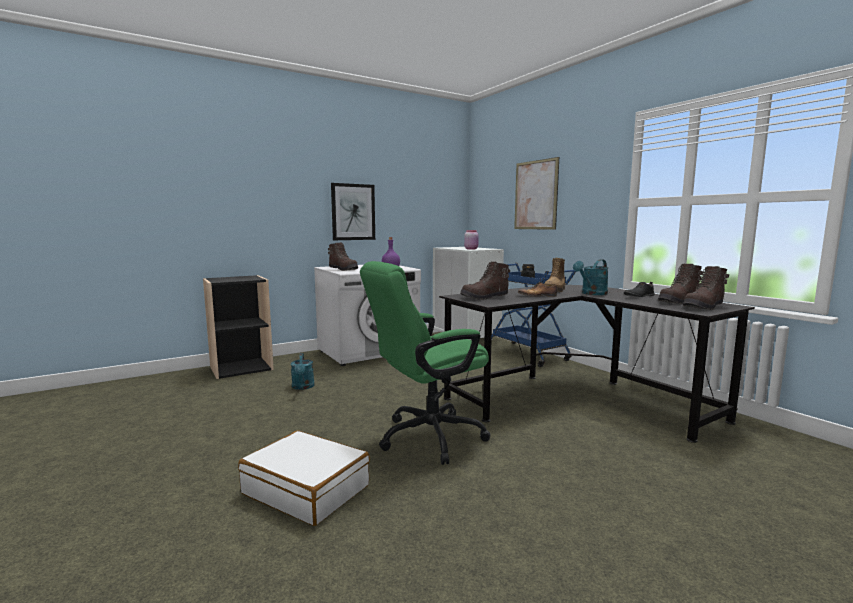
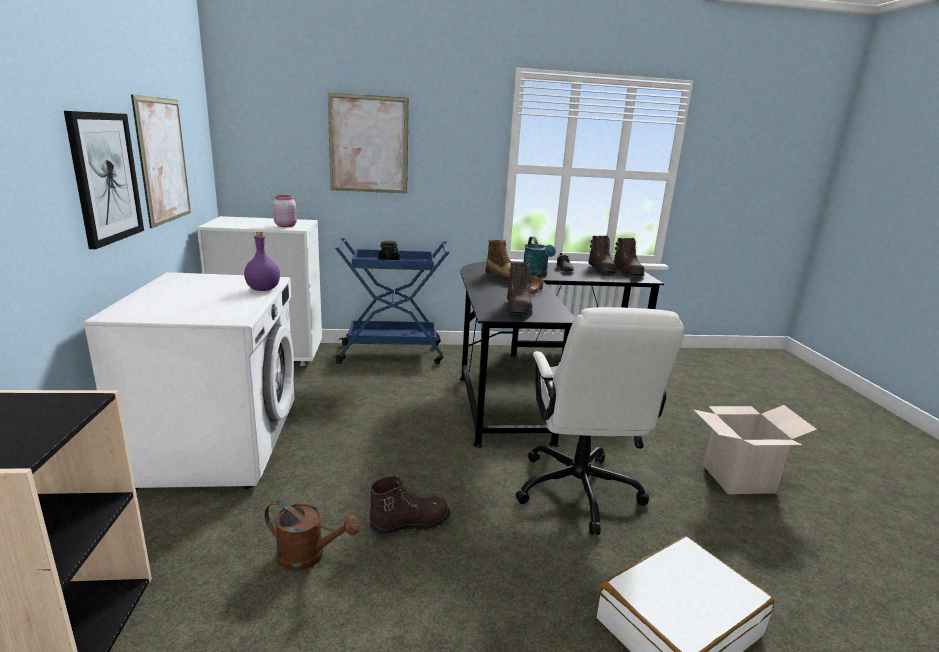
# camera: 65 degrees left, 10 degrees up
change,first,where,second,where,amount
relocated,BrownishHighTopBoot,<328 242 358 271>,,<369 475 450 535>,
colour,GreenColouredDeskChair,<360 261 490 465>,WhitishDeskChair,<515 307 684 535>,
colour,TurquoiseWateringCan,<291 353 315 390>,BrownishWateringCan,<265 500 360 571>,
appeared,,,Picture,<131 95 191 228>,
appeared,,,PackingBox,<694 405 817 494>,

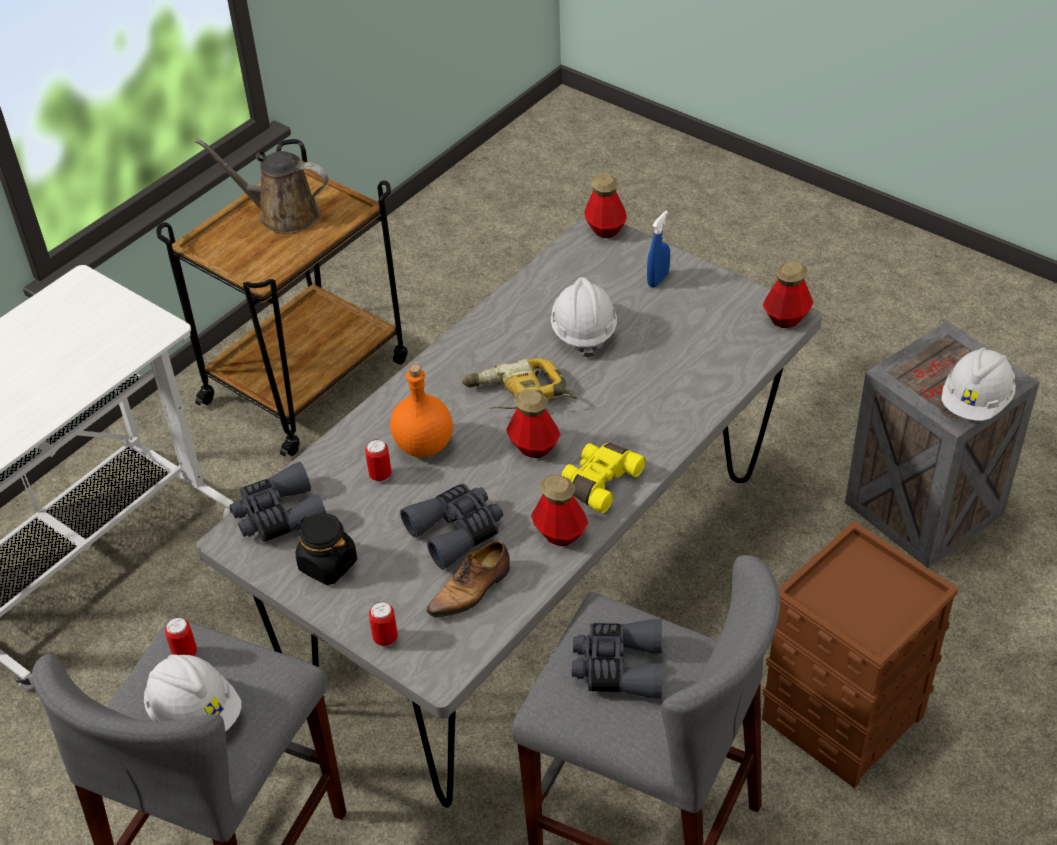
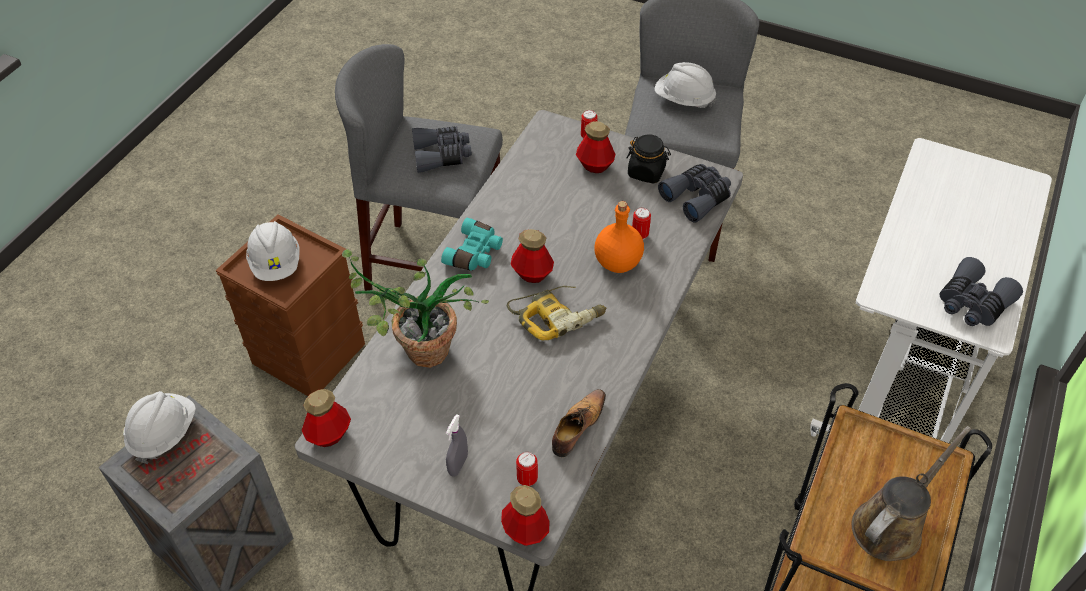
# camera: 165 degrees right, 5 degrees up
change,first,where,second,where,amount
spun,BrownishWateringCan,<195 138 328 234>,,<852 426 971 561>,45 degrees counterclockwise
colour,BlueColouredHandSprayer,<647 211 670 288>,GreyHandSprayer,<446 414 468 477>,
relocated,WhitishHardHat,<551 277 617 358>,,<246 221 300 281>,
colour,YellowishPairOfBinoculars,<561 443 646 513>,TurquoisePairOfBinoculars,<441 218 503 271>,
relocated,Bottle,<531 475 588 546>,,<576 121 615 173>,
relocated,GreyPairOfBinoculars,<400 484 503 569>,,<939 257 1023 326>,
relocated,LowShoe,<426 541 510 622>,,<552 389 606 457>,
relocated,SealedCan,<165 617 197 656>,,<516 452 538 486>,
appeared,,,Houseplant,<342 249 489 368>,

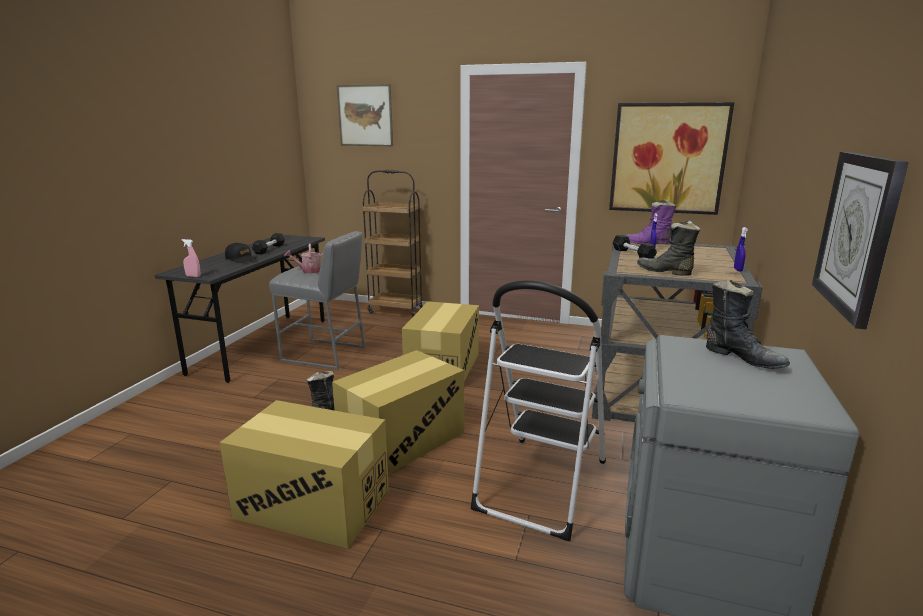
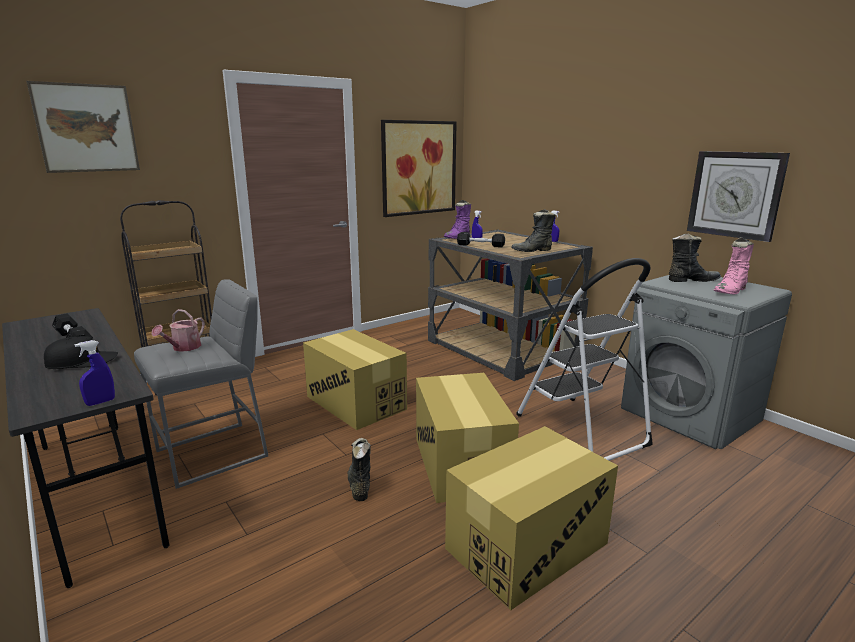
# camera: 55 degrees left, 0 degrees up
change,first,where,second,where,amount
colour,PinkColouredHandSprayer,<182 239 200 277>,BlueColouredHandSprayer,<75 340 115 406>,
appeared,,,PinkColouredHighTopBoot,<714 237 754 294>,

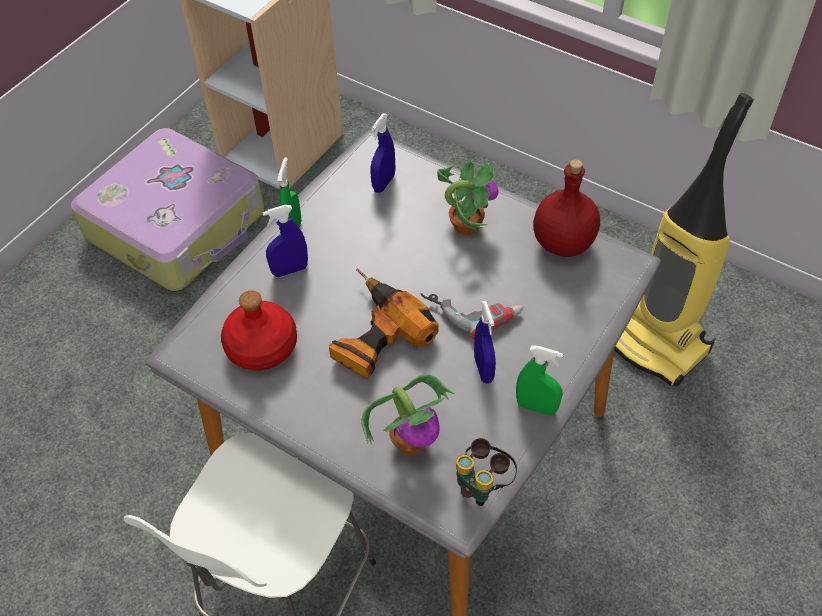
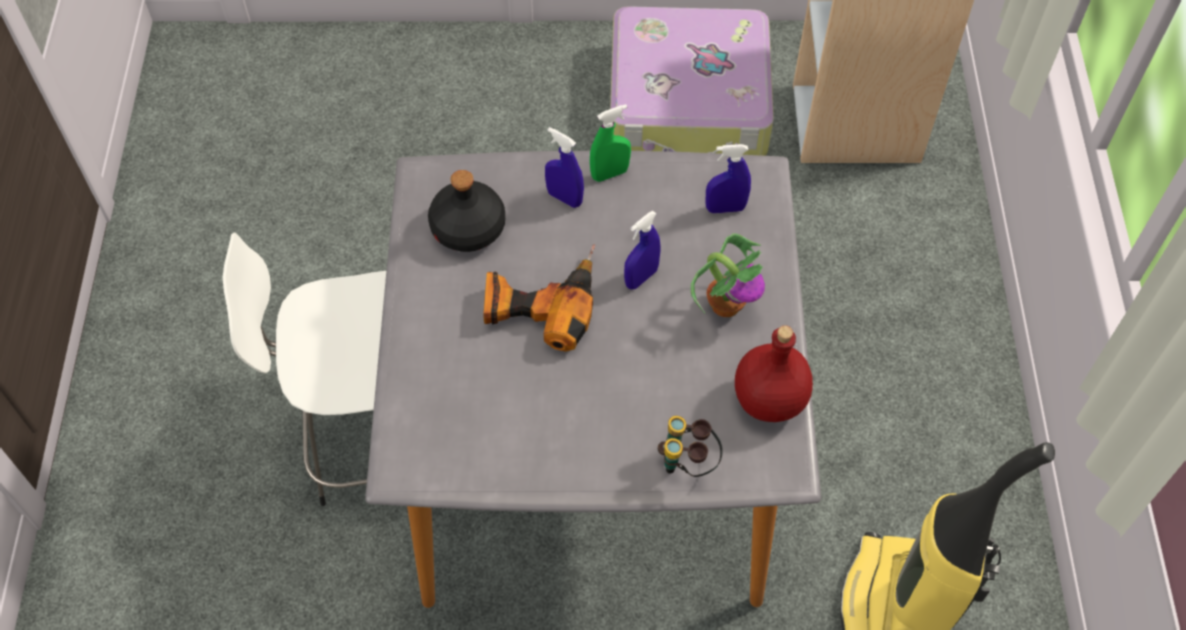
# camera: 55 degrees right, 5 degrees up
change,first,where,second,where,amount
colour,ReddishBottle,<221 290 297 370>,BlackColouredBottle,<428 170 505 252>,
missing,PowerDrill,<421 293 523 340>,,,
relocated,BlueColouredHandSprayer,<474 301 496 383>,,<624 211 661 290>,
missing,GreenColouredHandSprayer,<516 346 564 416>,,,
missing,Houseplant,<361 374 454 455>,,,
relocated,PairOfBinoculars,<456 438 517 506>,,<658 416 723 477>,

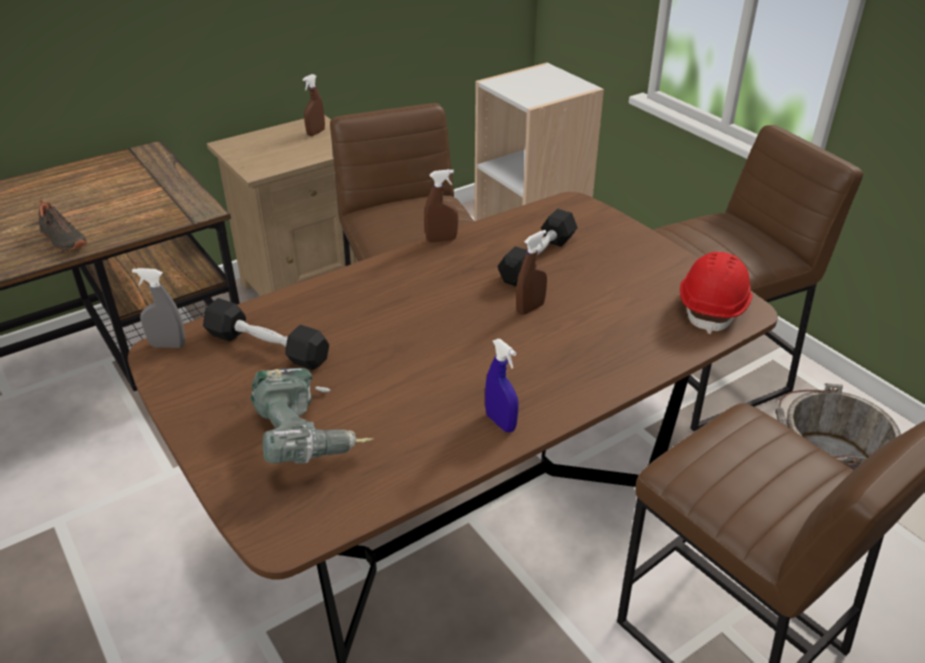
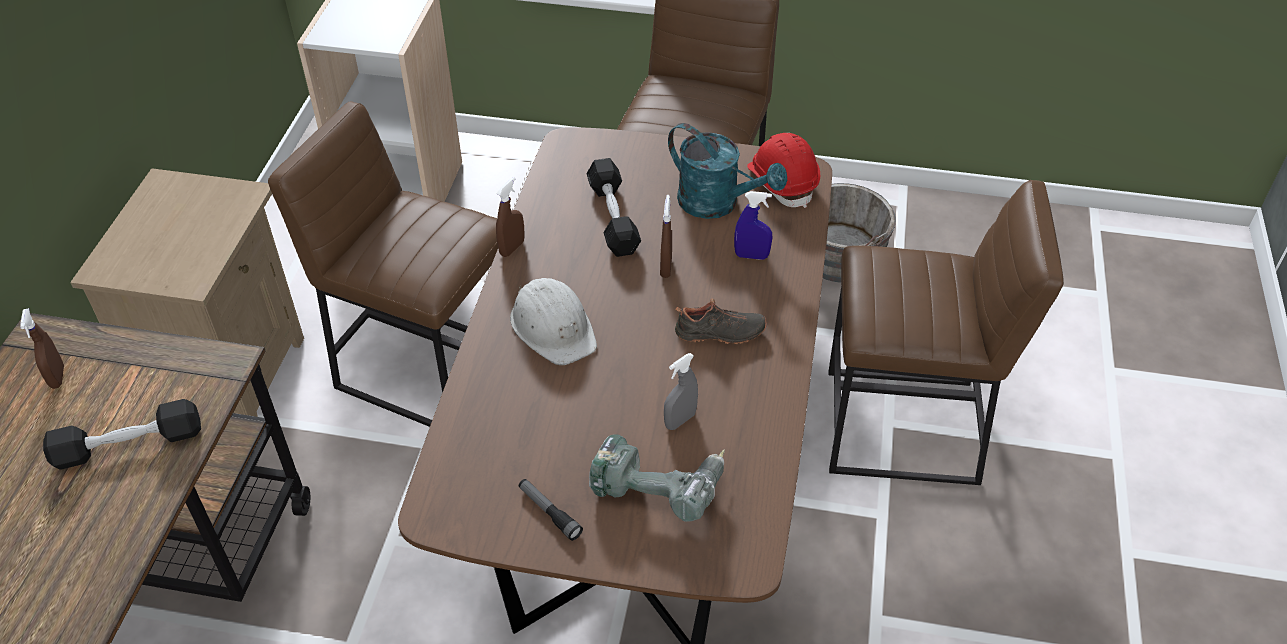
# camera: 45 degrees left, 10 degrees up
change,first,where,second,where,amount
relocated,BrownishHandSprayer,<302 74 325 136>,,<20 308 64 389>,
relocated,BlackColouredLowShoe,<38 200 87 252>,,<675 299 767 344>,
relocated,GreyHandSprayer,<132 268 185 348>,,<664 353 698 430>,
relocated,BlackColouredHandWeight,<203 298 329 370>,,<43 399 201 470>,
relocated,BlueColouredHandSprayer,<485 339 519 432>,,<734 191 772 260>,
appeared,,,TurquoiseWateringCan,<668 123 787 219>,
appeared,,,WhitishHardHat,<510 278 597 365>,
appeared,,,Flashlight,<519 479 583 541>,

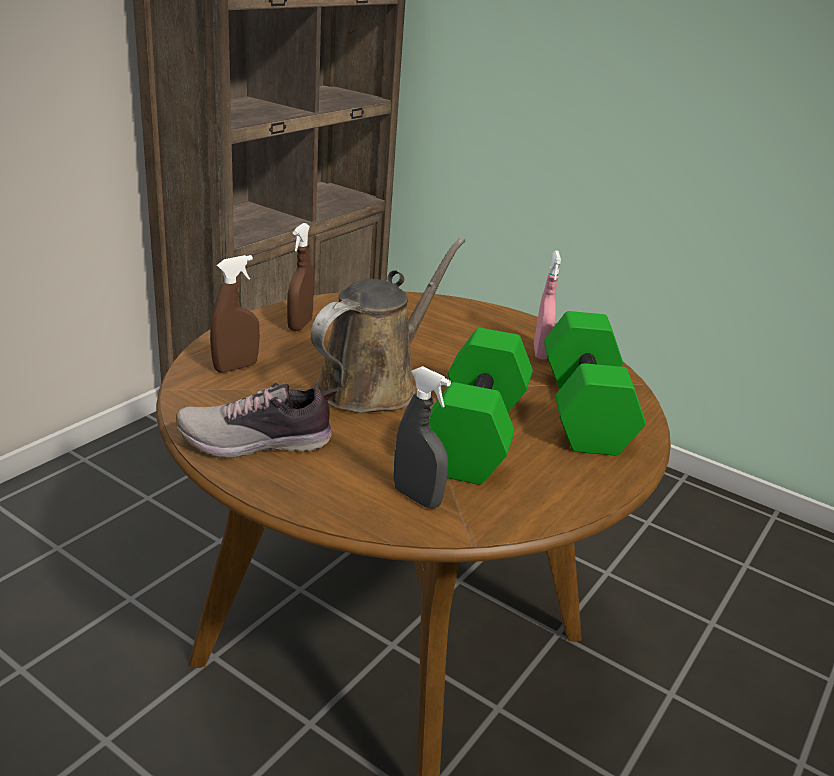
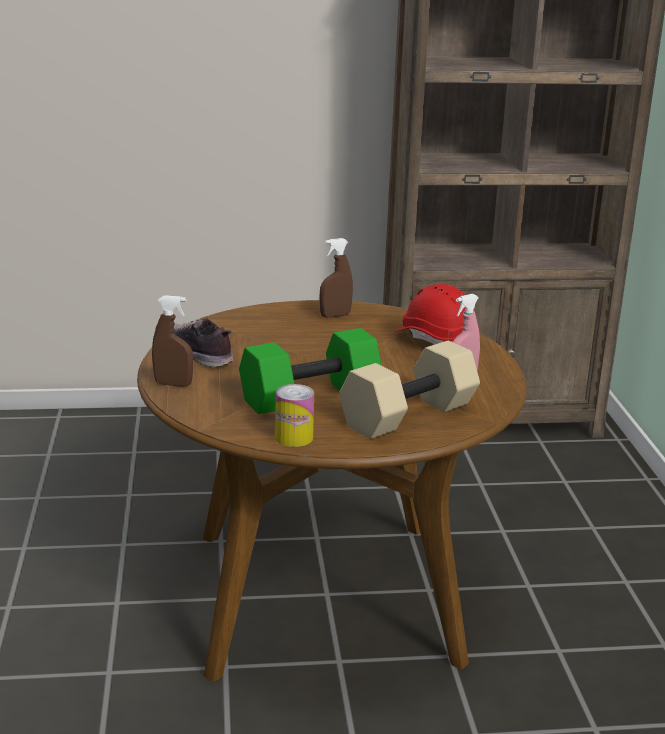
# camera: 50 degrees right, 5 degrees down
change,first,where,second,where,amount
missing,BrownishWateringCan,<311 238 465 413>,,,
relocated,BrownishHandSprayer,<210 255 260 373>,,<152 295 193 387>,
colour,GreenColouredHandWeight,<544 311 646 456>,BeigeHandWeight,<339 341 480 439>,
missing,GreyHandSprayer,<394 366 451 509>,,,
appeared,,,ReddishHardHat,<395 284 479 345>,
appeared,,,SealedCan,<275 384 314 447>,

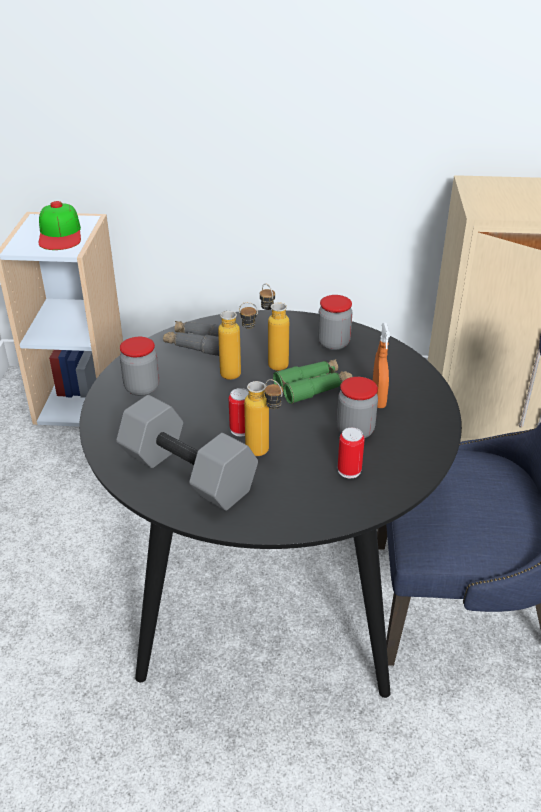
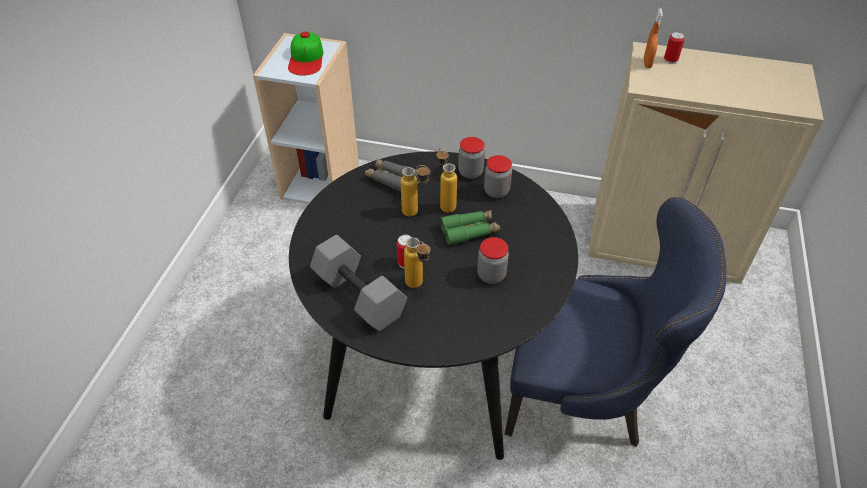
# camera: 10 degrees right, 10 degrees up
change,first,where,second,where,amount
relocated,OrangeyHandSprayer,<373 323 390 408>,,<644 8 663 68>,
relocated,Jar,<120 337 159 396>,,<458 137 485 179>,
relocated,SealedCan,<338 428 365 478>,,<664 32 685 64>,

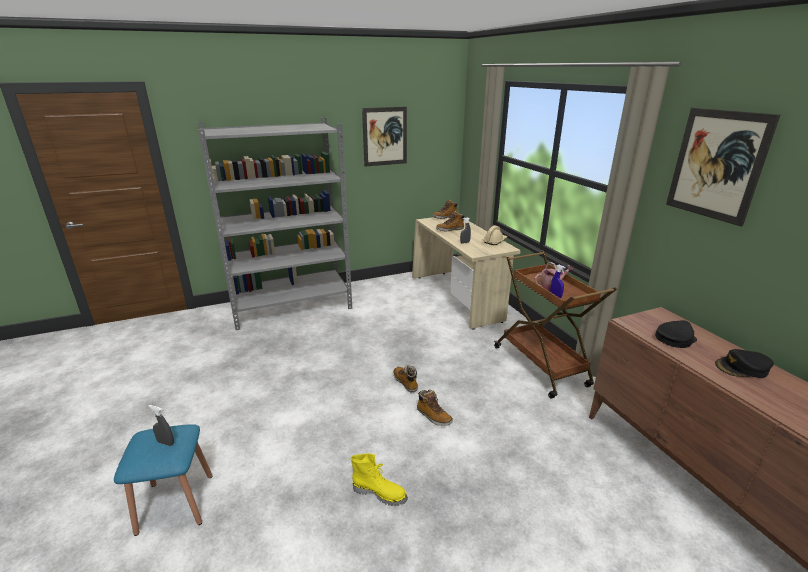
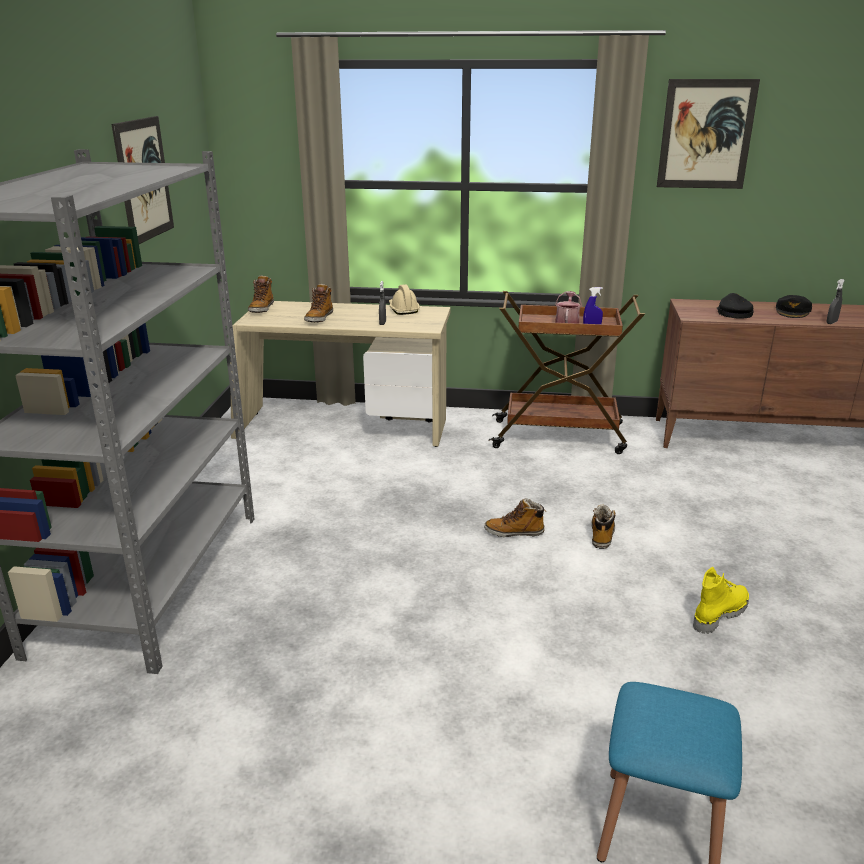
# camera: 60 degrees left, 0 degrees up
change,first,where,second,where,amount
spun,HighTopBoot,<417 389 453 426>,,<591 504 615 549>,60 degrees counterclockwise
relocated,GreyHandSprayer,<148 405 174 446>,,<826 279 845 324>,

